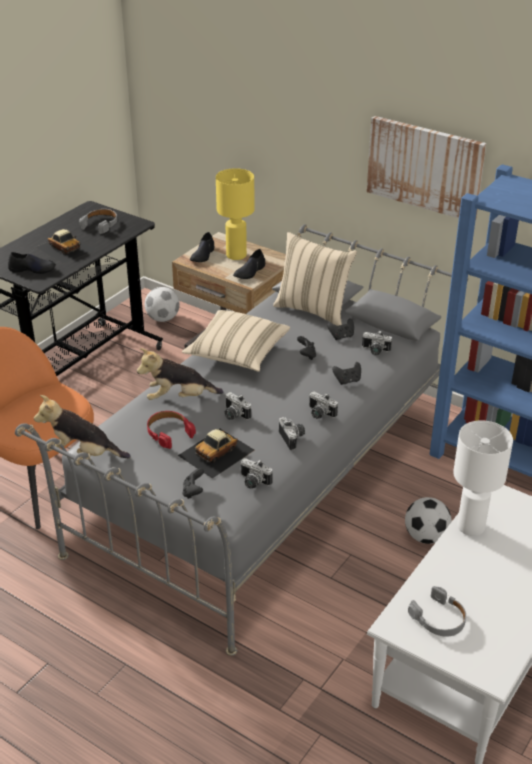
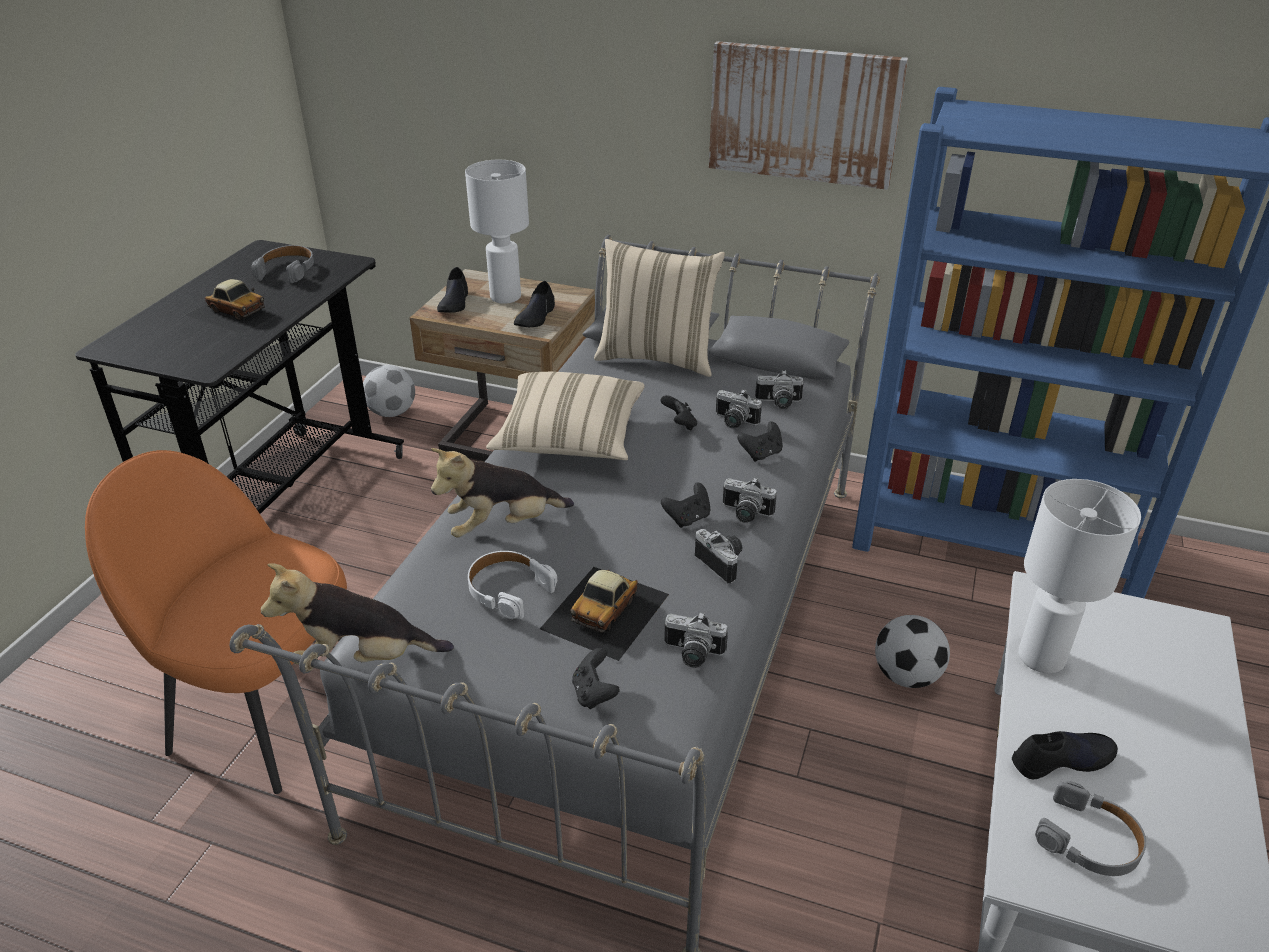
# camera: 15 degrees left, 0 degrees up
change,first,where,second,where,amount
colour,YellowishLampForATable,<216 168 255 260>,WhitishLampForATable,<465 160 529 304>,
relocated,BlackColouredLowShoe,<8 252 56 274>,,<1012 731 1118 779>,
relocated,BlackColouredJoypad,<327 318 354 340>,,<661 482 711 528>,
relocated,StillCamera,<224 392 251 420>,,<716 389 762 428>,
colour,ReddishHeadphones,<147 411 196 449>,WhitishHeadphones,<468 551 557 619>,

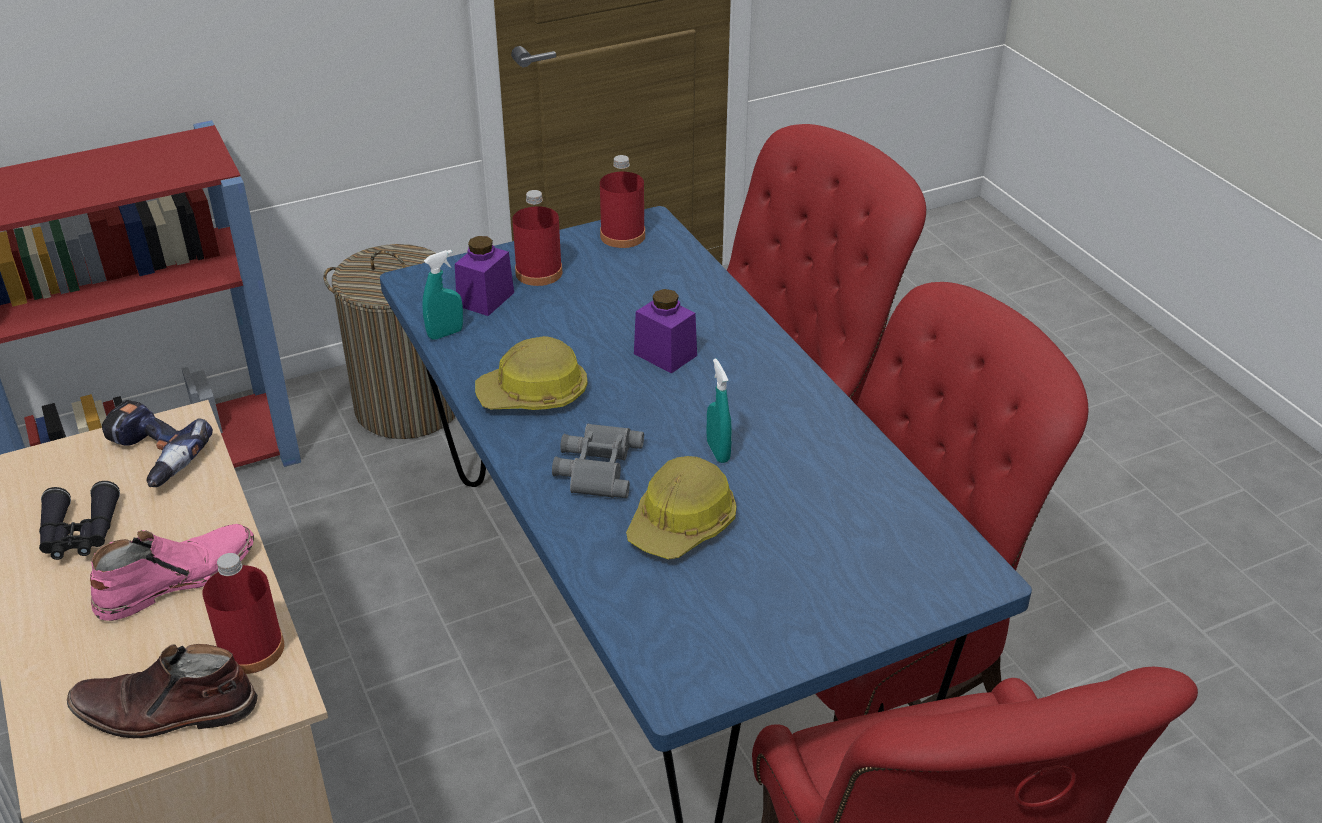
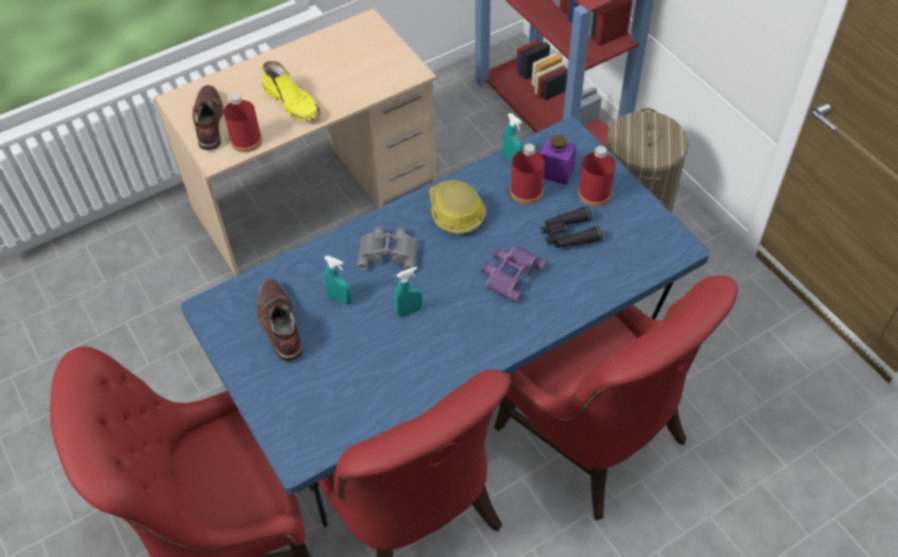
# camera: 85 degrees right, 15 degrees up
change,first,where,second,where,amount
relocated,ReddishBottle,<600 155 645 248>,,<510 144 545 204>,
exchanged,PurpleColouredJar,<634 289 697 374>,PurpleColouredPairOfBinoculars,<481 246 547 303>,
missing,PowerDrill,<102 400 213 487>,,,
exchanged,HardHat,<626 456 736 560>,TurquoiseHandSprayer,<324 256 352 305>,
relocated,BlackColouredPairOfBinoculars,<39 481 120 560>,,<541 206 602 248>,
colour,PinkColouredHighTopBoot,<90 524 254 621>,YellowishHighTopBoot,<262 61 321 121>,
appeared,,,BrownishHighTopBoot,<257 279 303 362>,

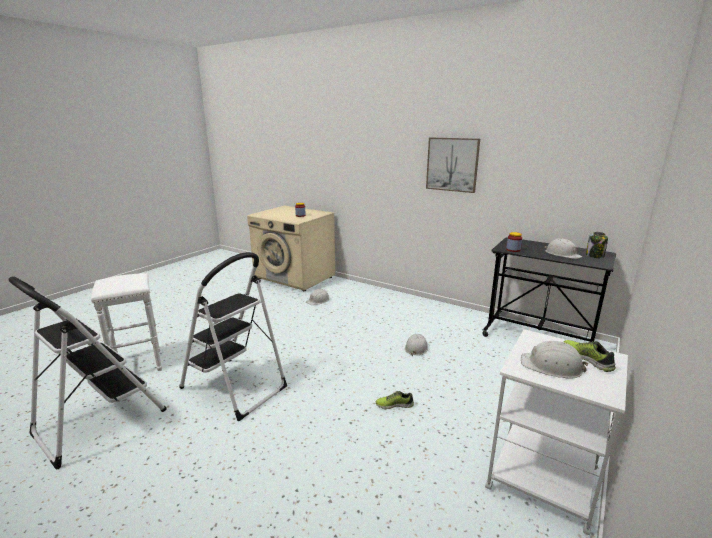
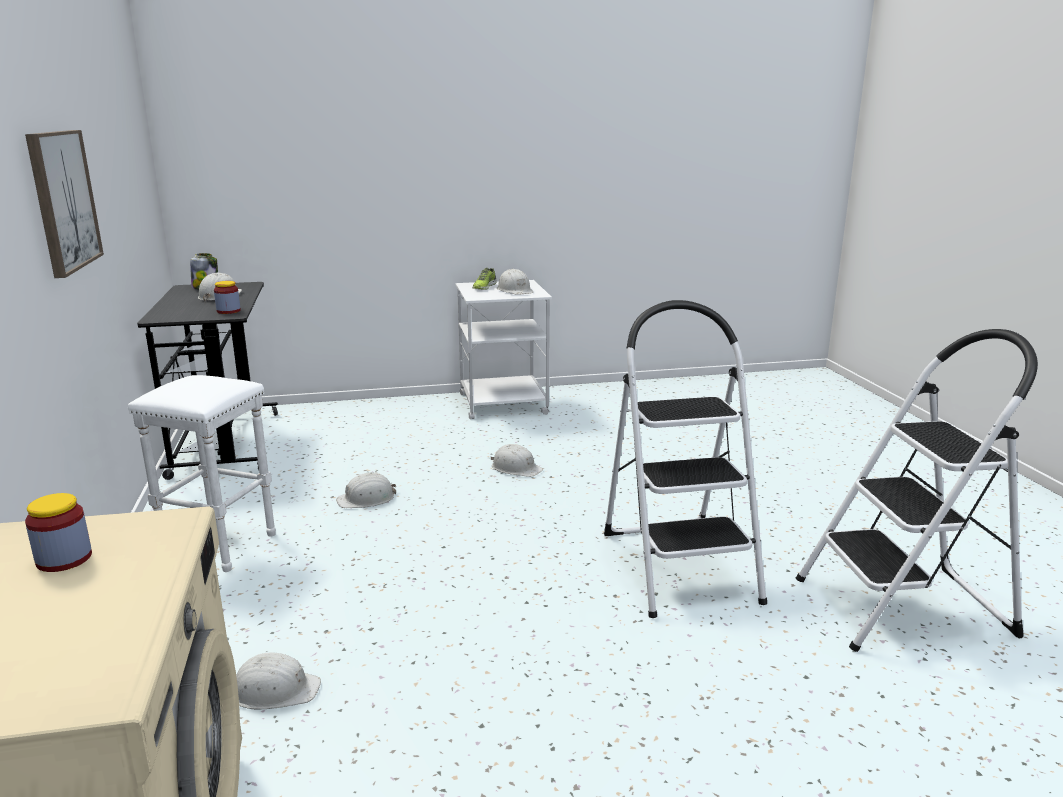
# camera: 135 degrees left, 0 degrees up
change,first,where,second,where,amount
relocated,WhitishSittingStool,<91 273 162 371>,,<128 375 276 572>,
exchanged,LowShoe,<376 391 414 409>,WhitishHardHat,<490 444 543 477>,

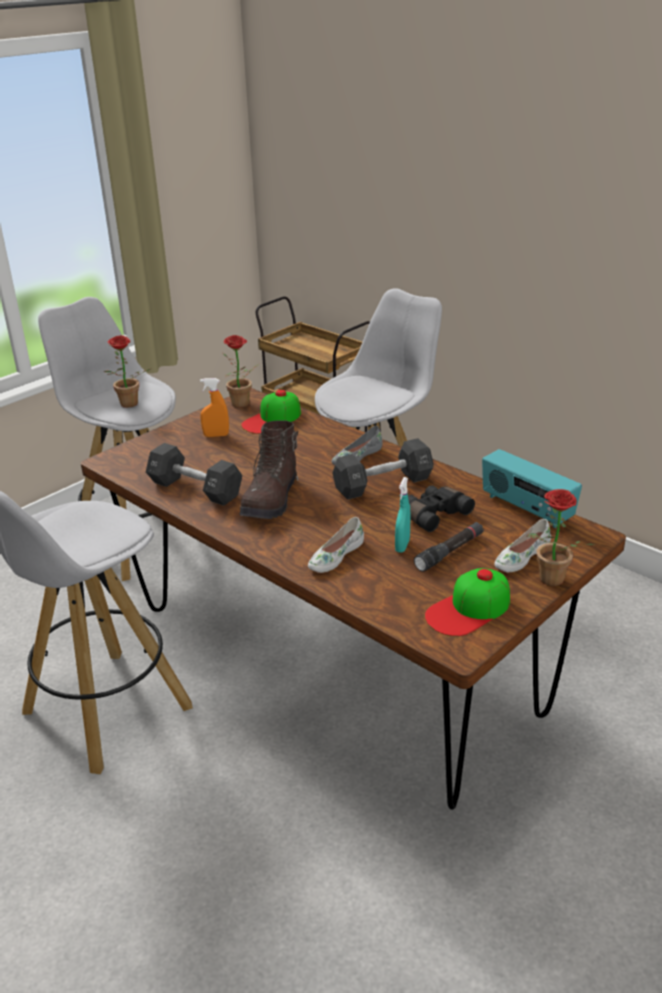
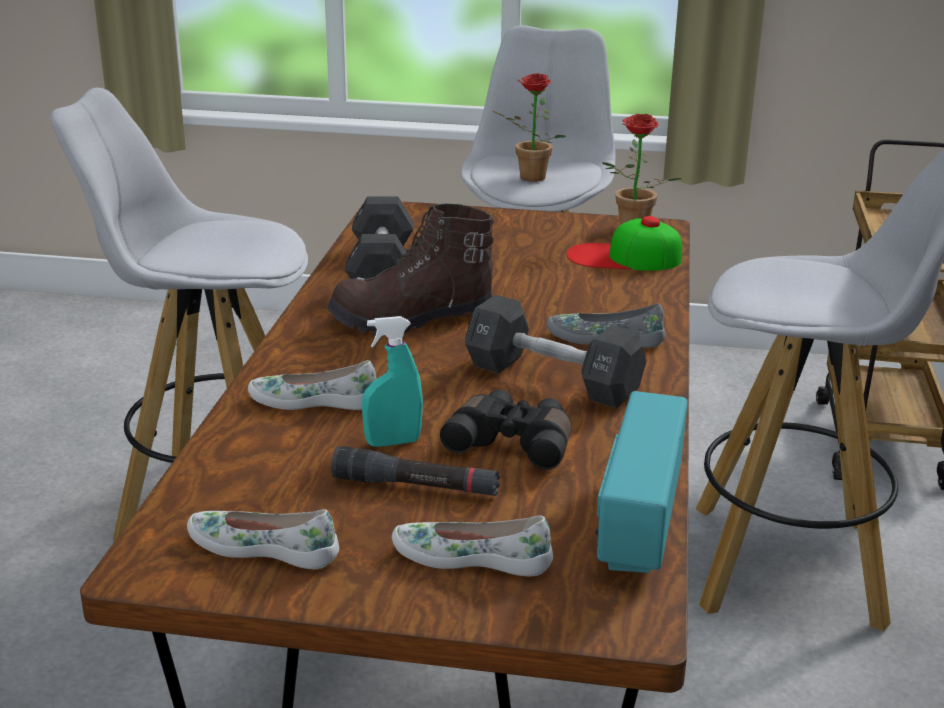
# camera: 55 degrees right, 5 degrees down
change,first,where,second,where,amount
missing,OrangeyHandSprayer,<200 378 229 437>,,,
missing,Houseplant,<527 489 595 586>,,,
exchanged,Cap,<425 568 510 636>,WhitishLowShoe,<187 509 339 569>,

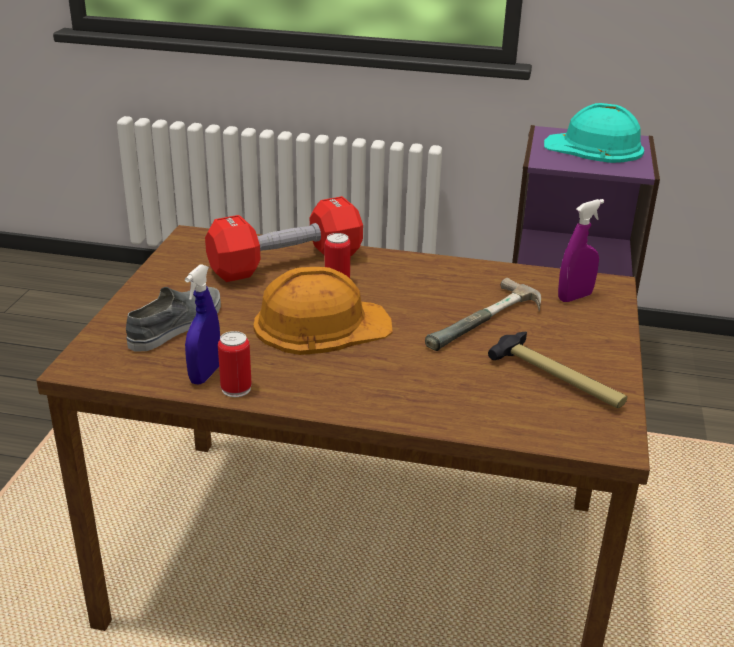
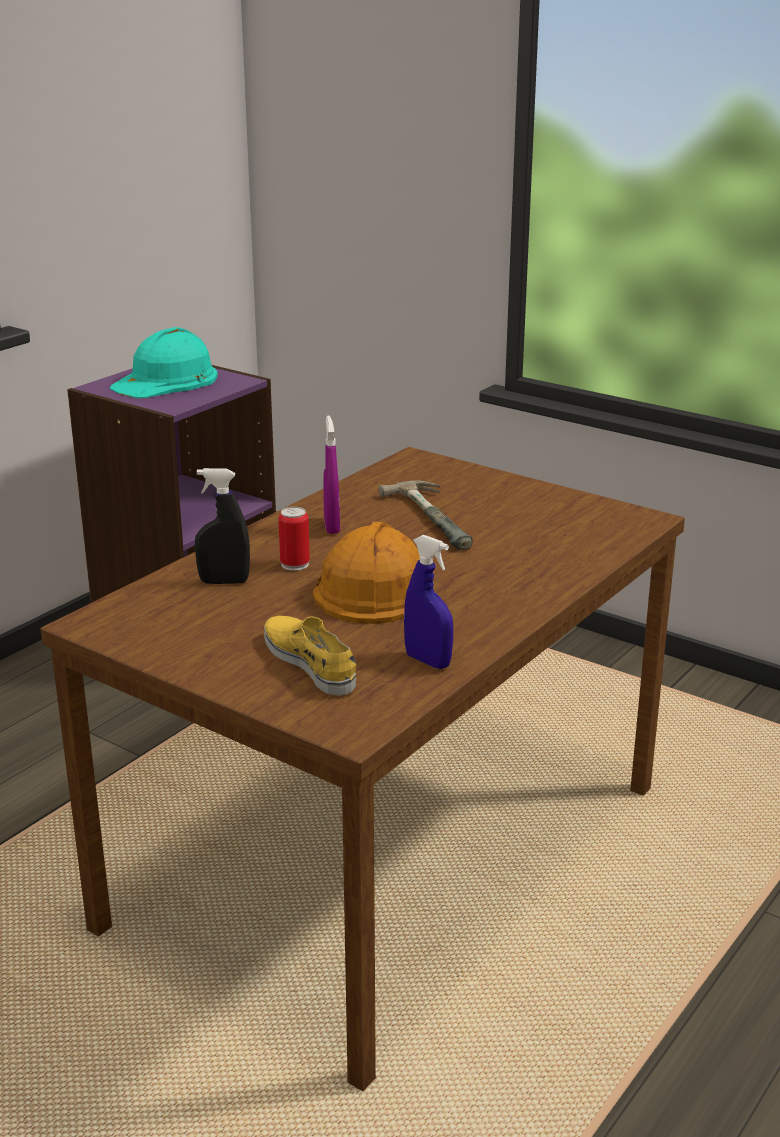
# camera: 65 degrees left, 5 degrees down
change,first,where,second,where,amount
exchanged,ReddishHandWeight,<205 196 363 282>,BlackColouredHandSprayer,<195 468 250 584>,
relocated,PurpleColouredHandSprayer,<558 199 604 302>,,<323 416 340 534>,
colour,GreyLowShoe,<126 287 221 351>,YellowishLowShoe,<264 616 356 696>,
missing,SealedCan,<218 331 252 397>,,,
missing,Hammer,<488 332 627 408>,,,

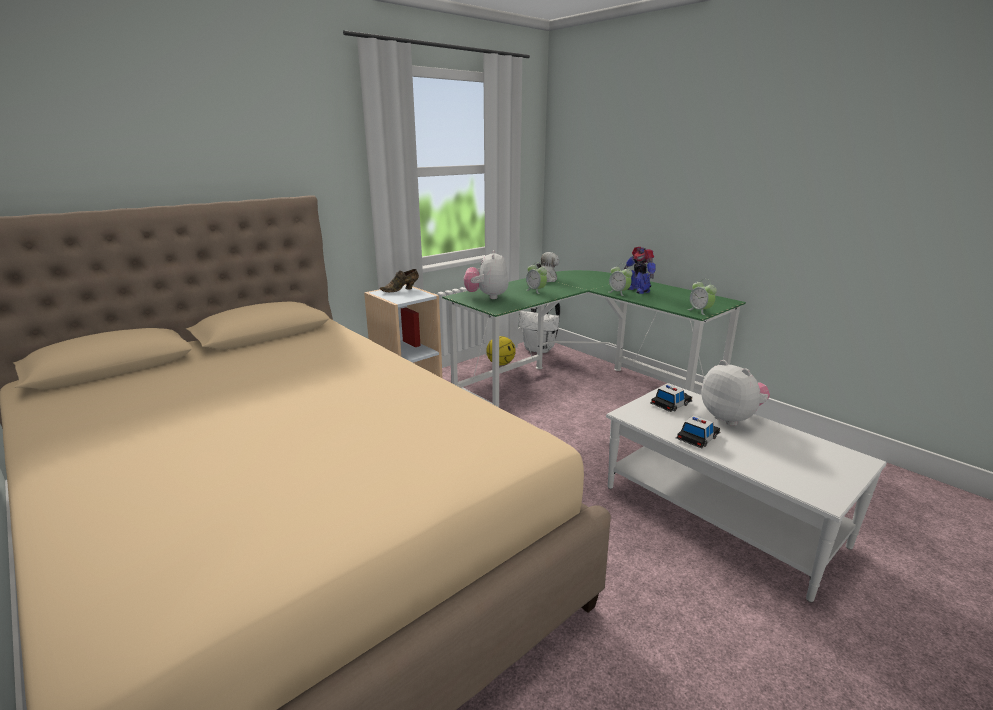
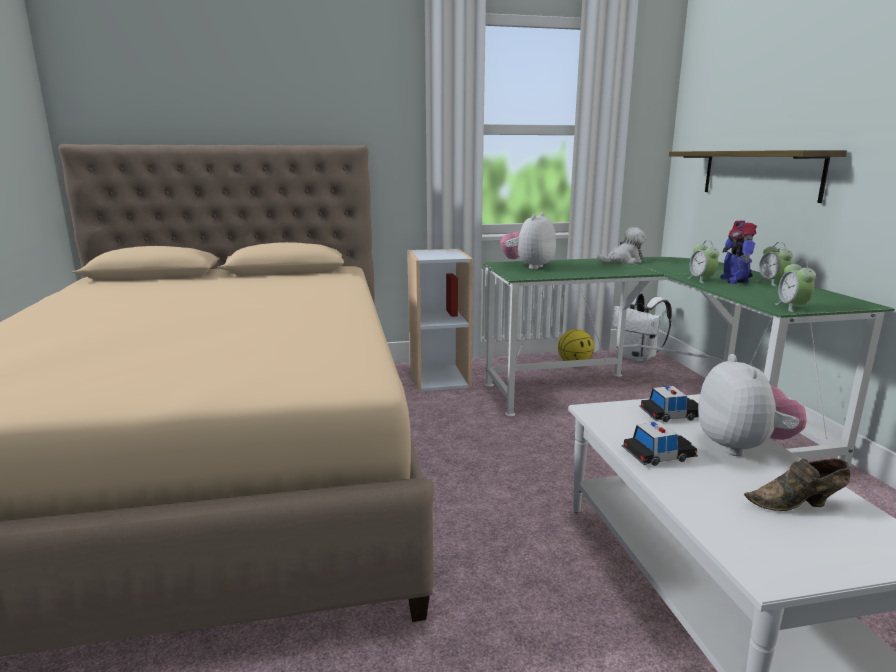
# camera: 30 degrees right, 5 degrees down
change,first,where,second,where,amount
relocated,BedsideClock,<526 262 547 294>,,<756 242 793 286>,
relocated,BrownishLowShoe,<380 269 419 292>,,<744 458 850 511>,
appeared,,,Shelf,<669 150 847 203>,

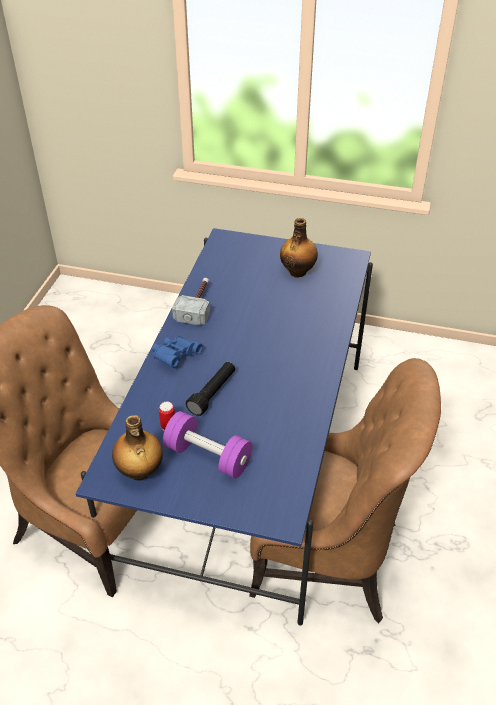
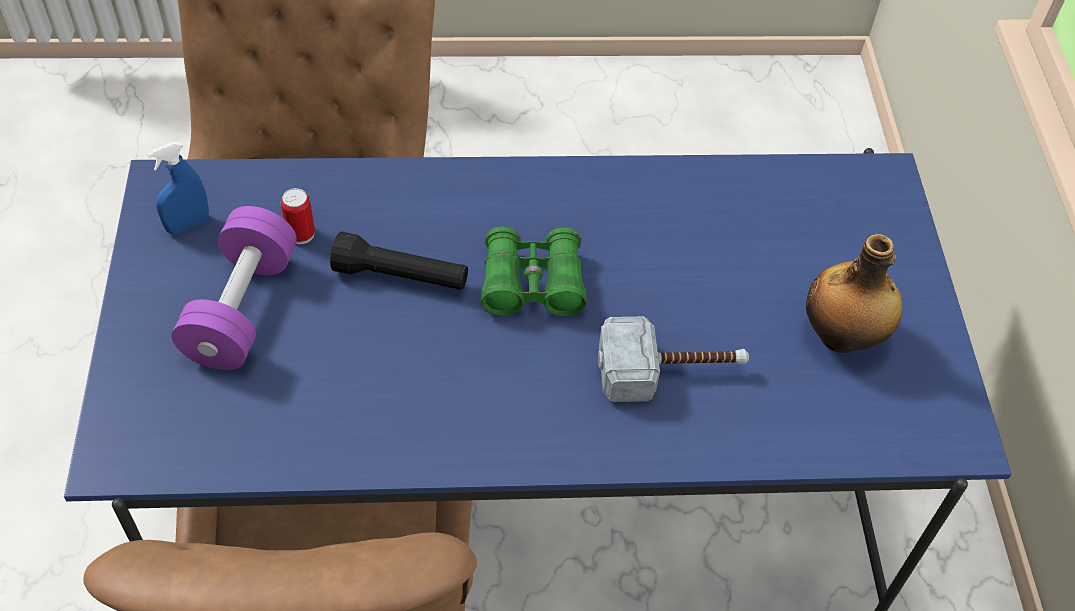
# camera: 70 degrees right, 10 degrees up
change,first,where,second,where,amount
relocated,Hammer,<172 278 210 325>,,<598 317 749 402>,
missing,BlueColouredPairOfBinoculars,<152 336 203 368>,,,
exchanged,Bottle,<112 415 163 481>,BlueColouredHandSprayer,<146 142 209 234>,
appeared,,,GreenColouredPairOfBinoculars,<480 227 587 316>,

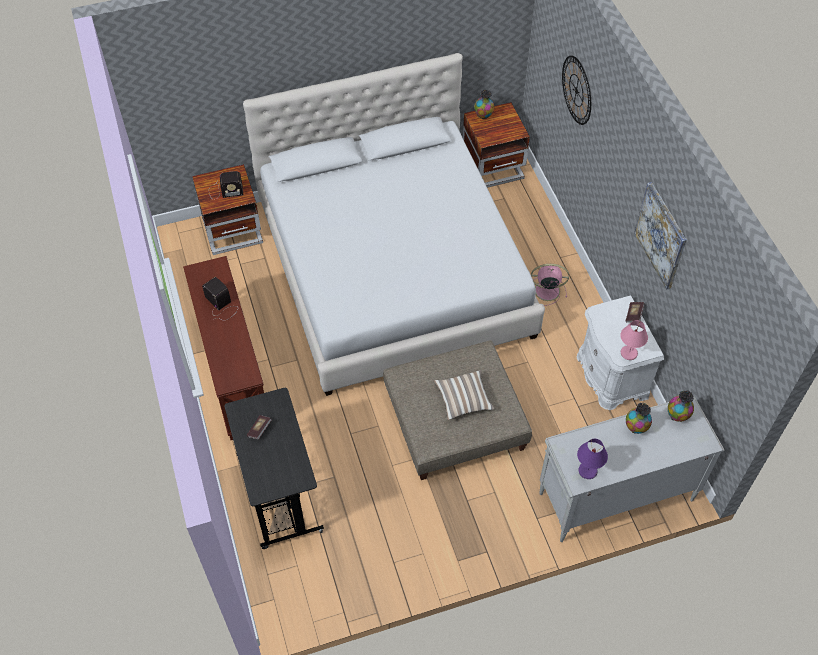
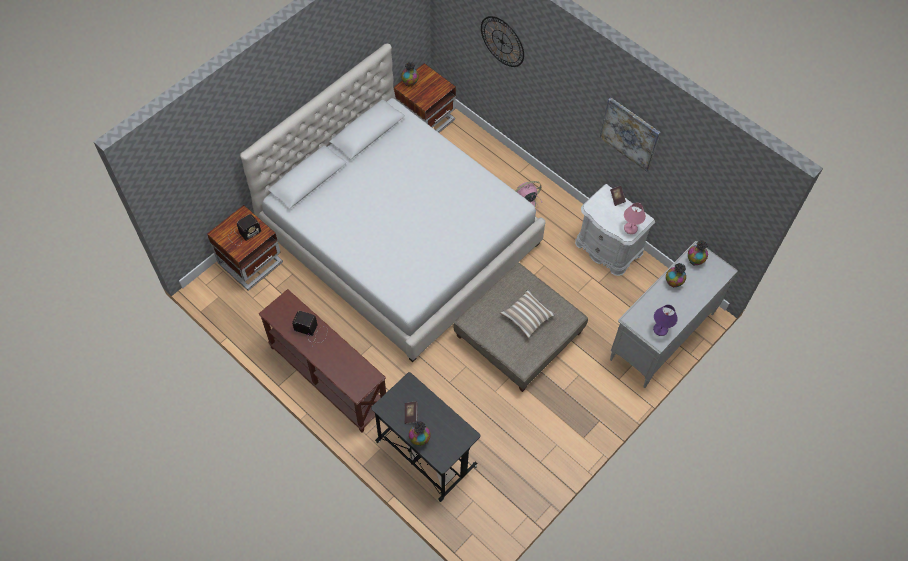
# camera: 30 degrees left, 5 degrees up
change,first,where,second,where,amount
appeared,,,FlowerVase,<409 421 431 446>,

